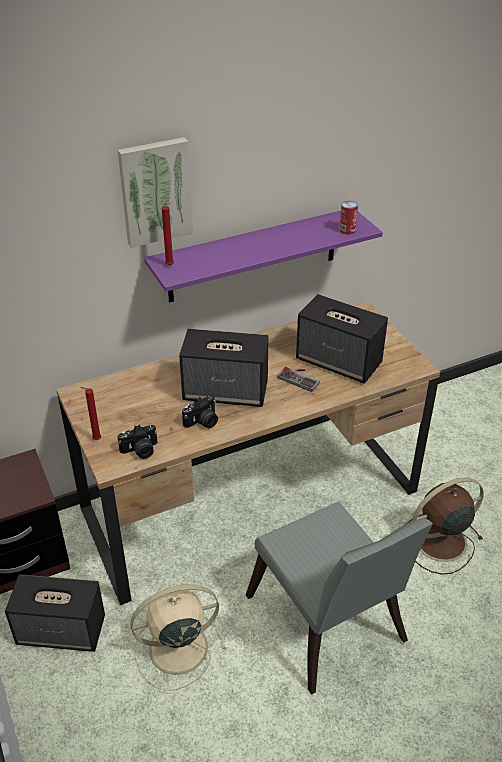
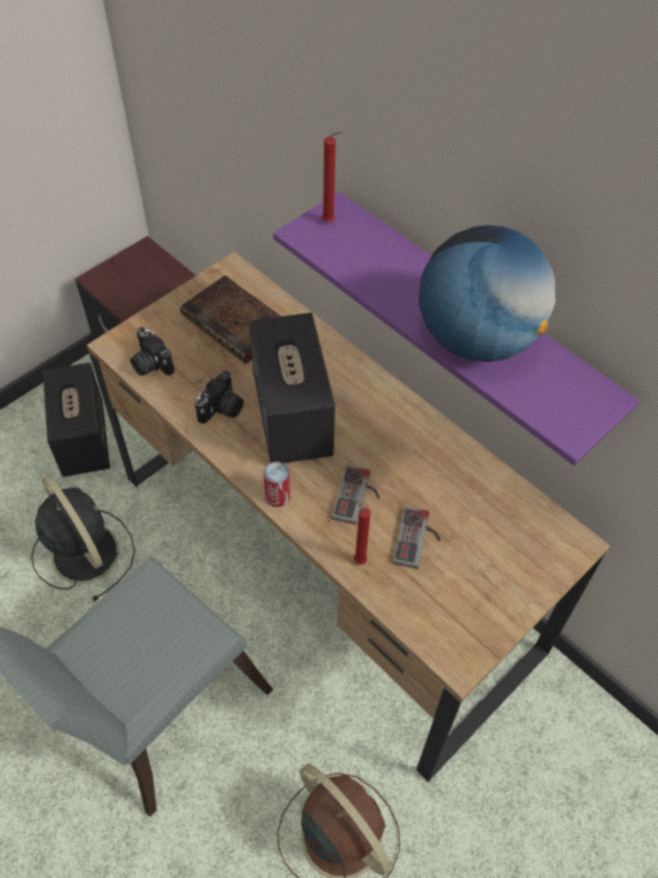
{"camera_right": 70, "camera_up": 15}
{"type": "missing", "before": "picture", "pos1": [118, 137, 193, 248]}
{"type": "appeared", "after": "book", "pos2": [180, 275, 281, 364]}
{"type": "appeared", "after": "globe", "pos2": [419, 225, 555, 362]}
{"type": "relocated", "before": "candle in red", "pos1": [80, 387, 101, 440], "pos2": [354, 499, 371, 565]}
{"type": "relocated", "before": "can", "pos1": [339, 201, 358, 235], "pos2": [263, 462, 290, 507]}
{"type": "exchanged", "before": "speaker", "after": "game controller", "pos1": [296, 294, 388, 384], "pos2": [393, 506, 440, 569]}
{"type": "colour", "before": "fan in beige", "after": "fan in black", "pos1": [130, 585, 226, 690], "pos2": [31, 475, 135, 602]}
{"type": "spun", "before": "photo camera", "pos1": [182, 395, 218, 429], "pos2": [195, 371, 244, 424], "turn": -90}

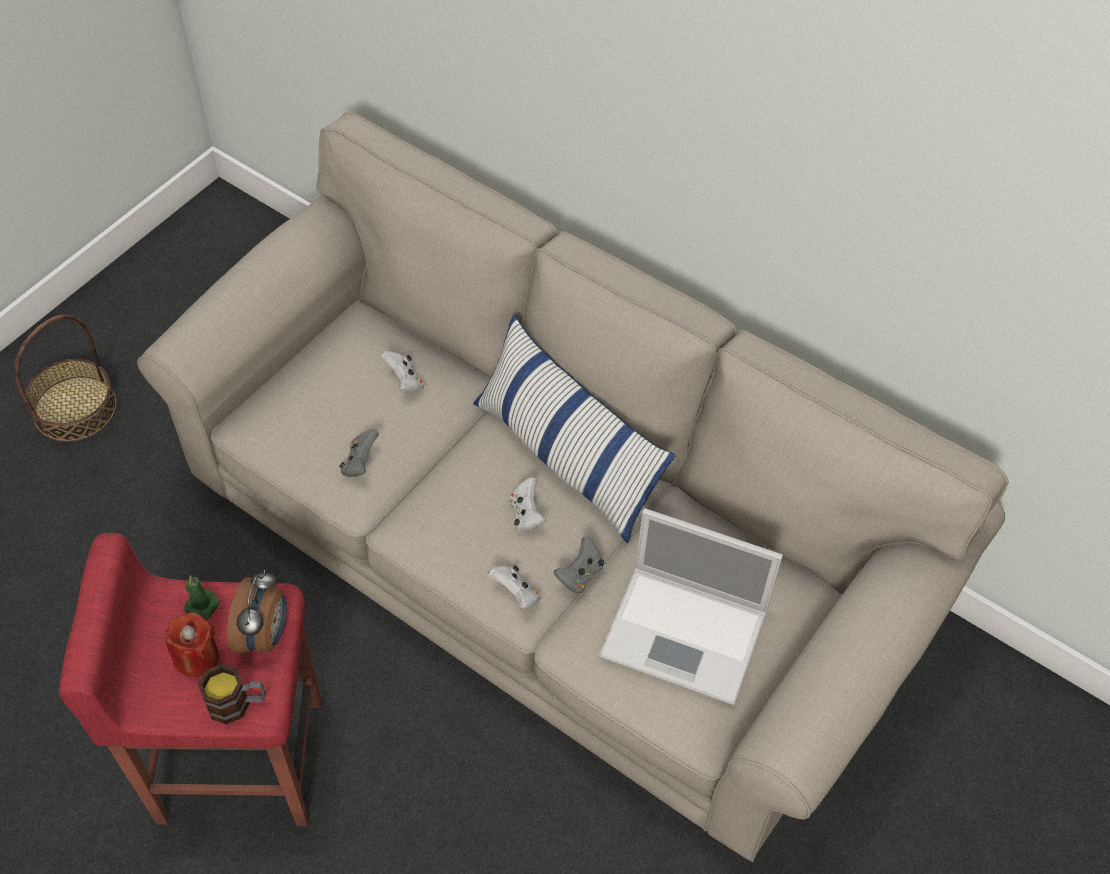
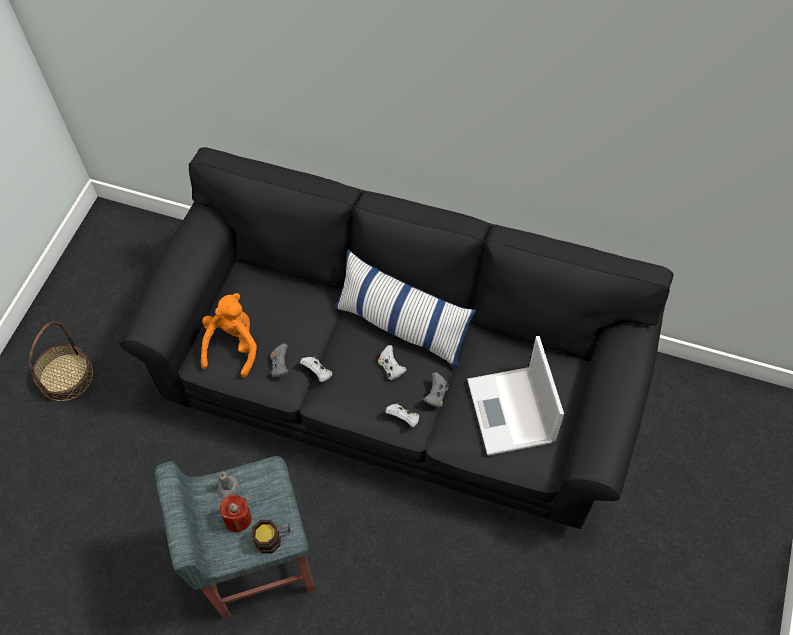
{"camera_right": -15, "camera_up": 5}
{"type": "missing", "before": "alarm clock", "pos1": [227, 570, 287, 654]}
{"type": "appeared", "after": "plush toy in orange", "pos2": [201, 293, 257, 378]}
{"type": "relocated", "before": "game controller in white", "pos1": [381, 351, 424, 392], "pos2": [300, 356, 332, 382]}
{"type": "colour", "before": "stool in red", "after": "stool in grey", "pos1": [59, 533, 322, 826], "pos2": [155, 456, 315, 619]}
{"type": "colour", "before": "sofa in beige", "after": "sofa in black", "pos1": [137, 112, 1009, 862], "pos2": [120, 147, 674, 529]}
{"type": "colour", "before": "candle in green", "after": "candle in grey", "pos1": [184, 575, 220, 620], "pos2": [218, 472, 238, 499]}
{"type": "spun", "before": "laptop", "pos1": [599, 508, 783, 705], "pos2": [467, 336, 564, 456], "turn": 75}

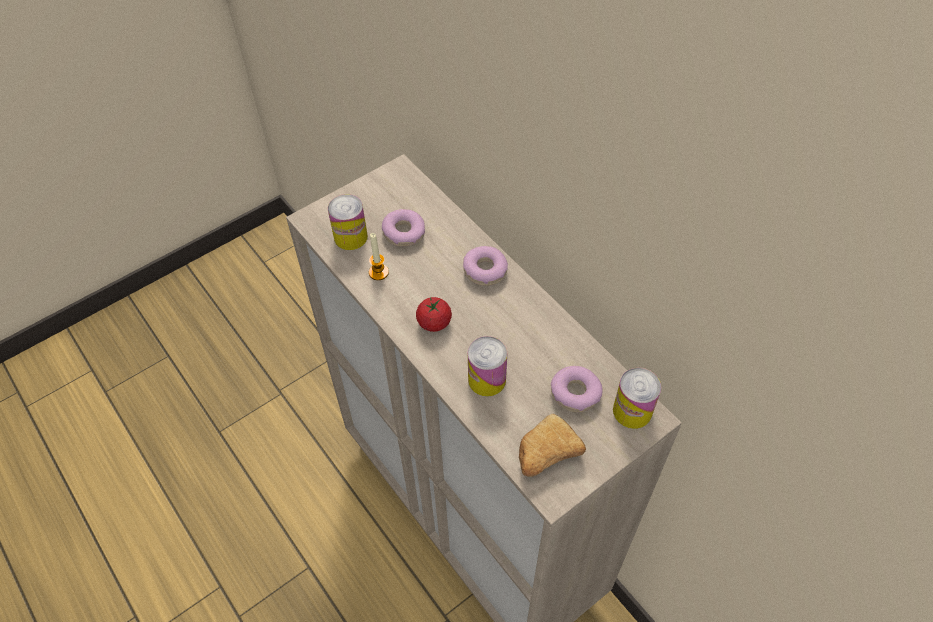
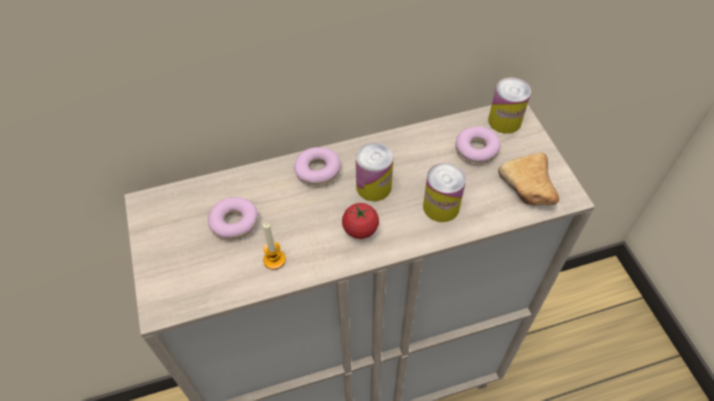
{"camera_right": -70, "camera_up": 0}
{"type": "relocated", "before": "can", "pos1": [328, 194, 368, 250], "pos2": [356, 142, 394, 201]}

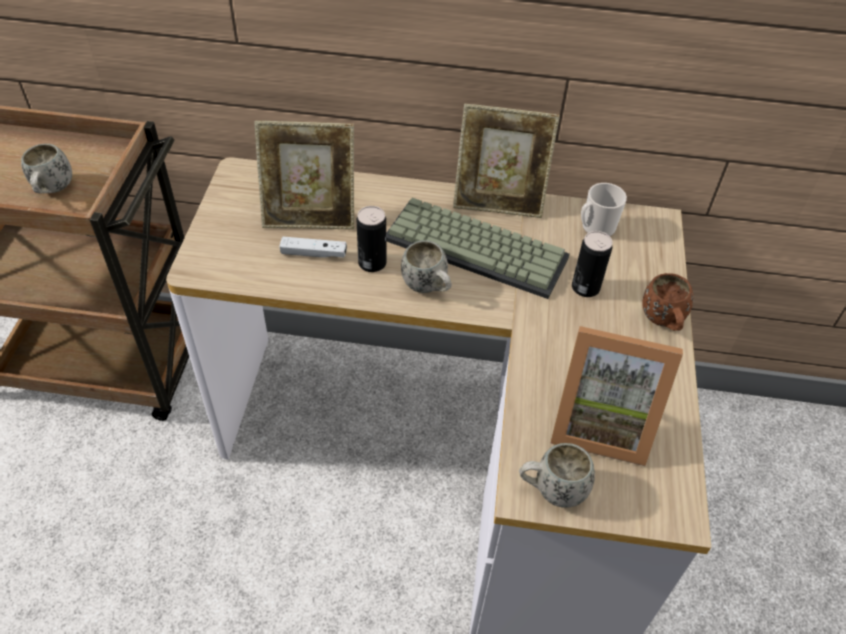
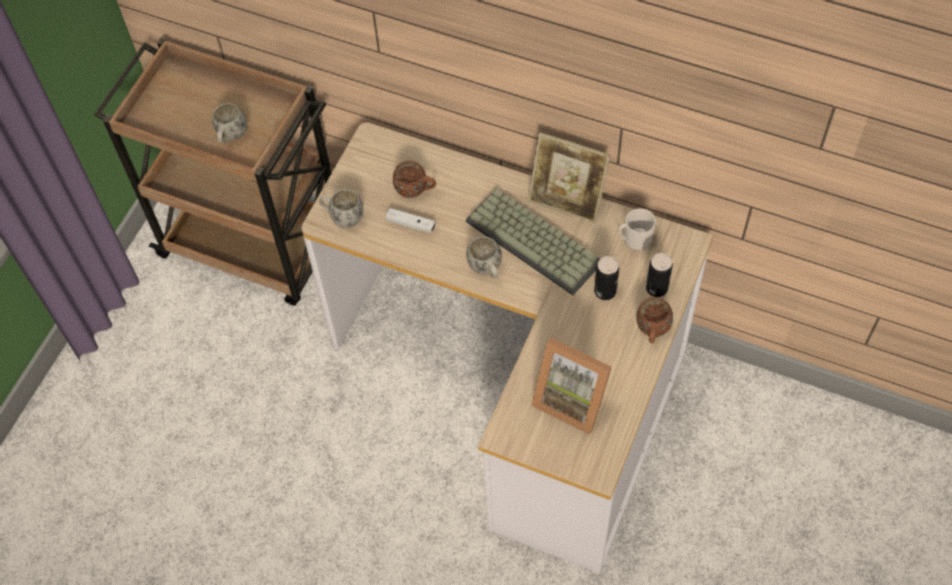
{"camera_right": 20, "camera_up": 10}
{"type": "relocated", "before": "can", "pos1": [357, 206, 386, 272], "pos2": [646, 253, 673, 297]}
{"type": "relocated", "before": "mug in white", "pos1": [519, 443, 595, 508], "pos2": [319, 189, 363, 228]}
{"type": "exchanged", "before": "picture frame", "after": "mug in brown", "pos1": [254, 121, 354, 230], "pos2": [393, 161, 436, 198]}

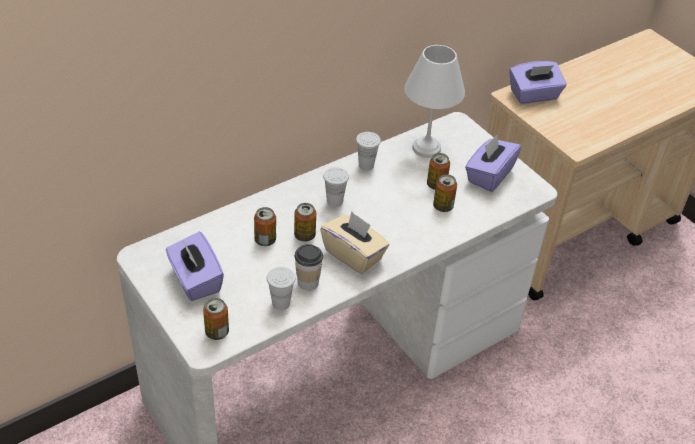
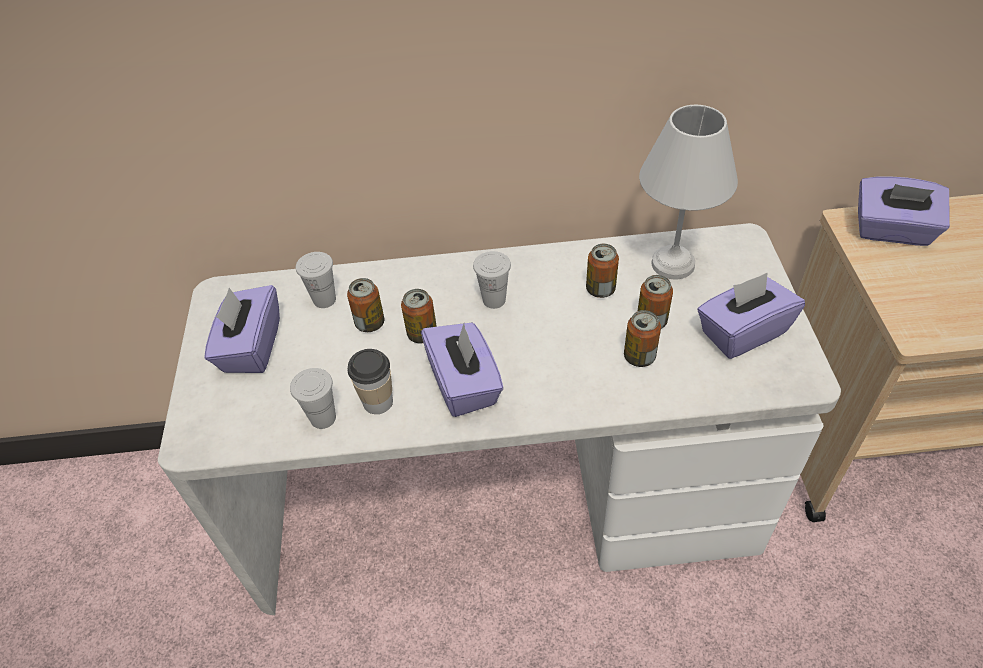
{"camera_right": 35, "camera_up": 5}
{"type": "relocated", "before": "can", "pos1": [203, 298, 229, 340], "pos2": [586, 244, 619, 298]}
{"type": "relocated", "before": "cup in white", "pos1": [356, 132, 381, 170], "pos2": [296, 252, 336, 308]}
{"type": "colour", "before": "tissue box in beige", "after": "tissue box in purple", "pos1": [320, 211, 390, 274], "pos2": [421, 323, 504, 417]}

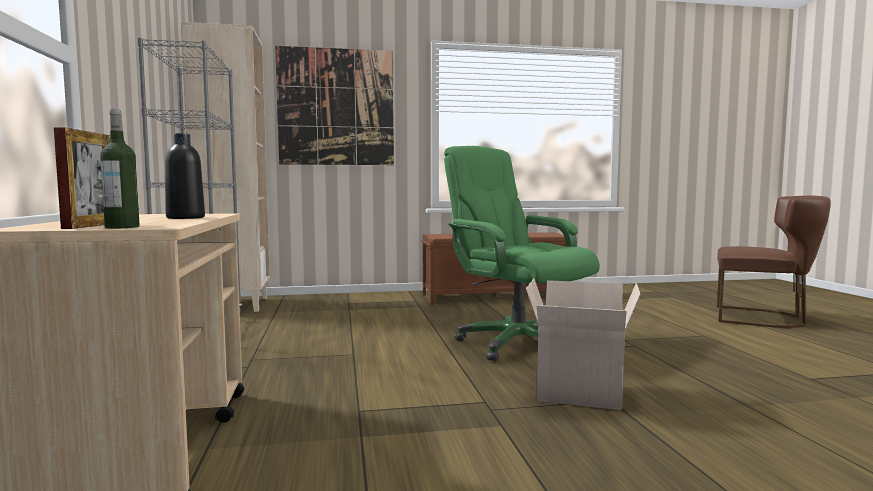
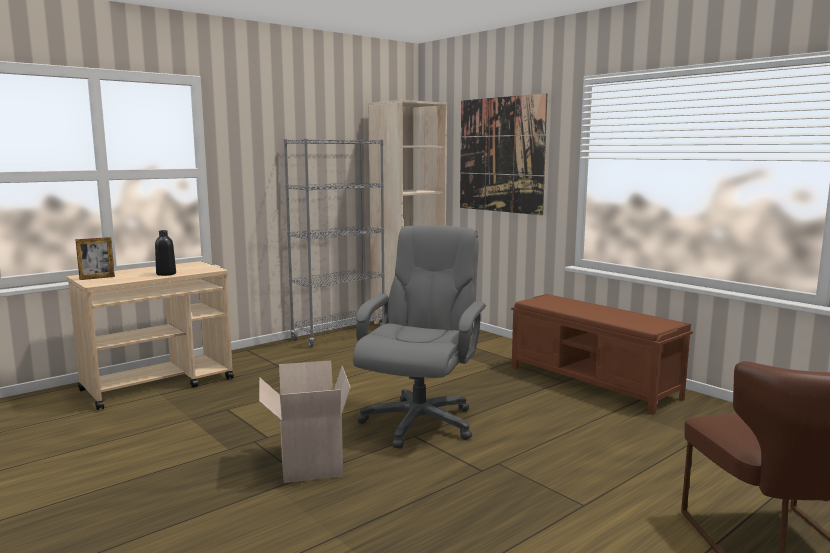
{"camera_right": 60, "camera_up": 5}
{"type": "missing", "before": "bottle", "pos1": [100, 109, 140, 228]}
{"type": "colour", "before": "office chair in green", "after": "office chair in grey", "pos1": [444, 146, 600, 361], "pos2": [353, 225, 486, 449]}

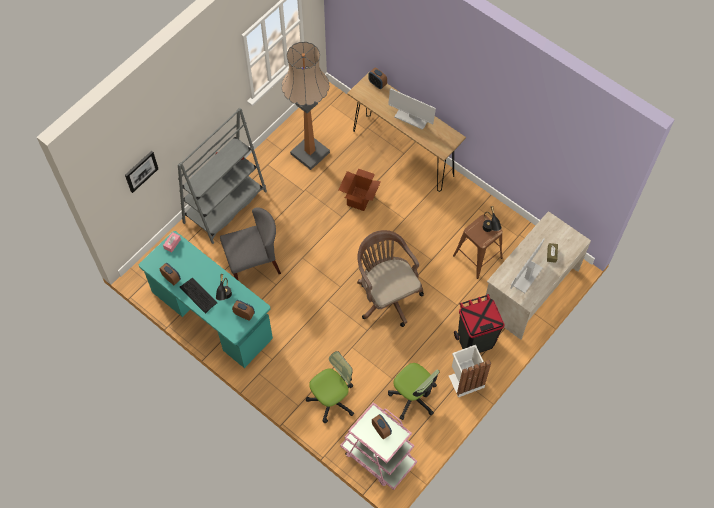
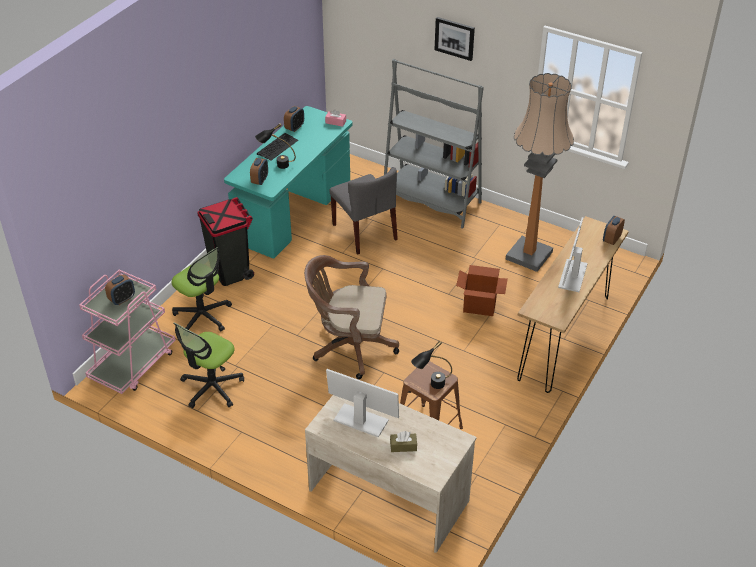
{"camera_right": 80, "camera_up": -20}
{"type": "missing", "before": "trash can in white", "pos1": [449, 345, 491, 397]}
{"type": "relocated", "before": "picture", "pos1": [125, 151, 158, 193], "pos2": [434, 17, 475, 61]}
{"type": "relocated", "before": "trash can in black", "pos1": [454, 294, 505, 353], "pos2": [198, 197, 254, 286]}
{"type": "spun", "before": "office chair in brown", "pos1": [357, 230, 424, 327], "pos2": [304, 255, 399, 379], "turn": -135}

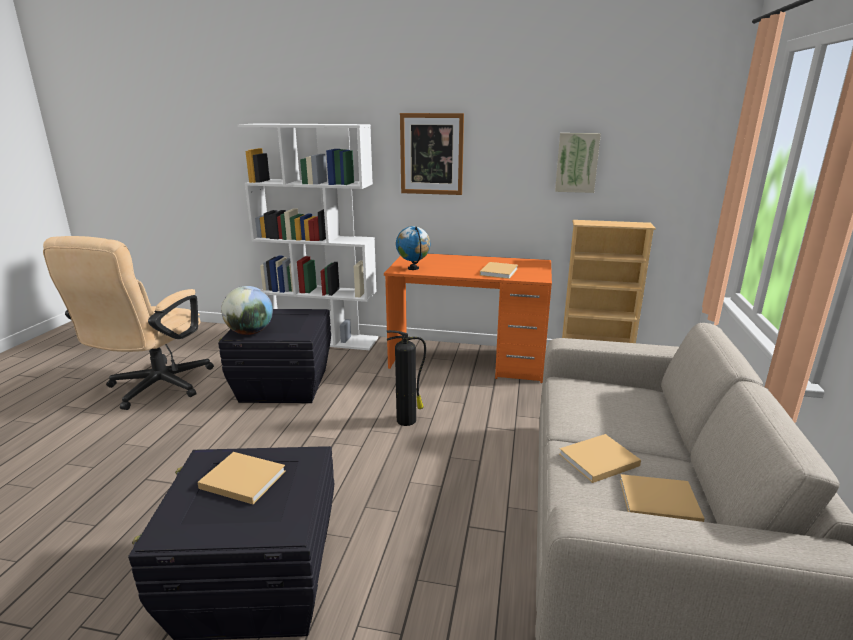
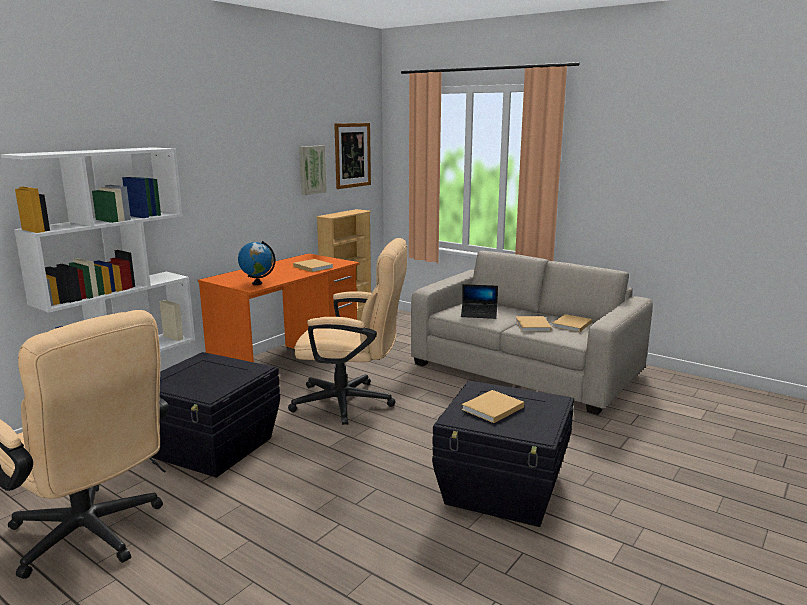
{"camera_right": -65, "camera_up": -5}
{"type": "missing", "before": "globe", "pos1": [221, 286, 273, 335]}
{"type": "appeared", "after": "laptop", "pos2": [461, 284, 498, 319]}
{"type": "relocated", "before": "picture", "pos1": [400, 113, 464, 195], "pos2": [334, 123, 371, 189]}
{"type": "exchanged", "before": "fire extinguisher", "after": "office chair in beige", "pos1": [387, 330, 426, 426], "pos2": [288, 238, 407, 425]}

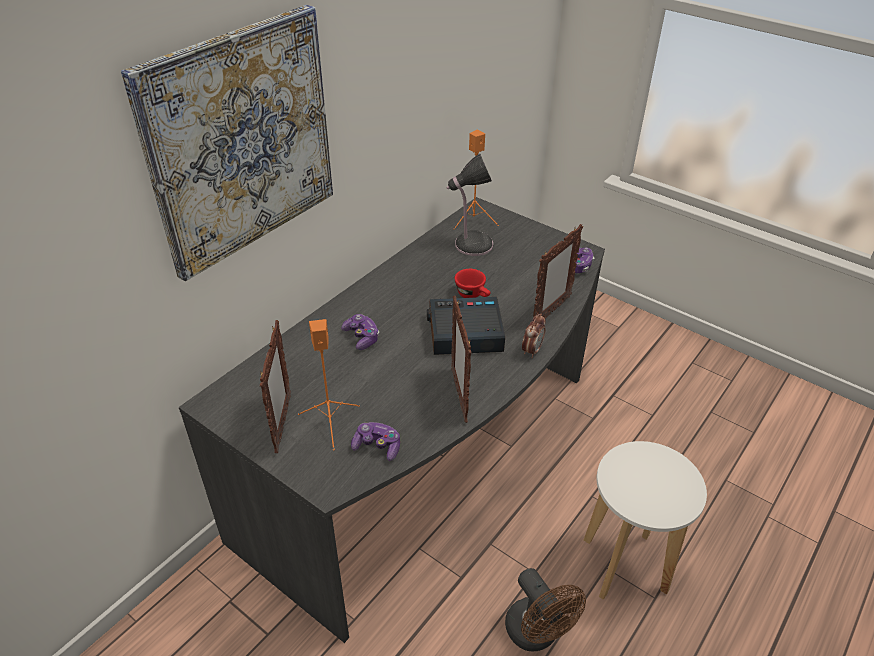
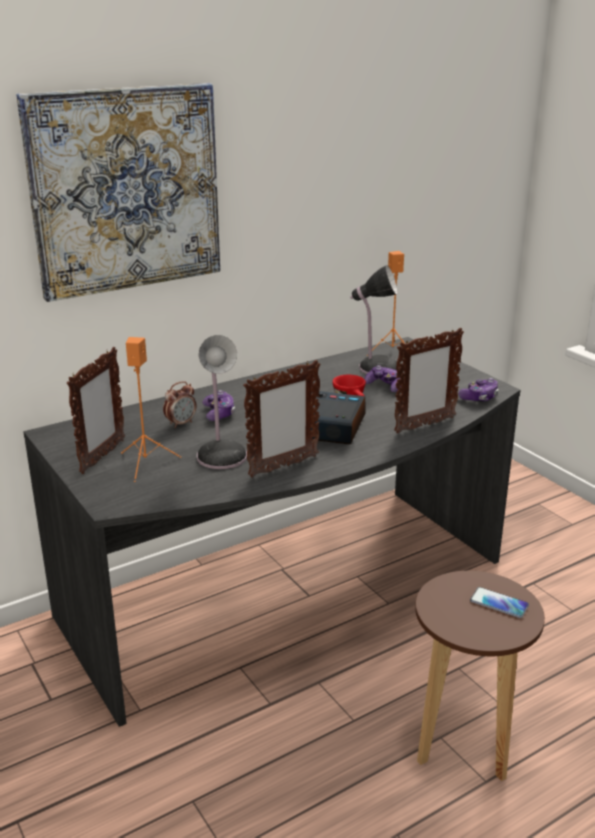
{"camera_right": 20, "camera_up": -15}
{"type": "missing", "before": "fan in brown", "pos1": [505, 568, 586, 651]}
{"type": "appeared", "after": "table lamp", "pos2": [197, 335, 247, 469]}
{"type": "appeared", "after": "phone", "pos2": [470, 587, 529, 618]}
{"type": "relocated", "before": "game controller", "pos1": [351, 422, 400, 461], "pos2": [364, 365, 401, 392]}
{"type": "relocated", "before": "alarm clock", "pos1": [522, 314, 546, 358], "pos2": [163, 381, 196, 428]}
{"type": "colour", "before": "stool in white", "after": "stool in brown", "pos1": [584, 441, 707, 600], "pos2": [415, 571, 545, 781]}
{"type": "spun", "before": "picture frame", "pos1": [451, 296, 471, 423], "pos2": [243, 360, 320, 478], "turn": -135}

